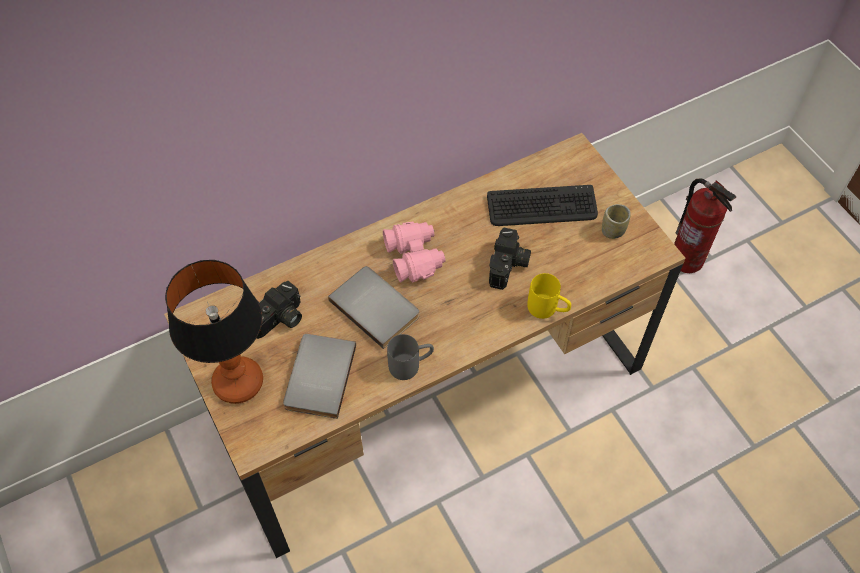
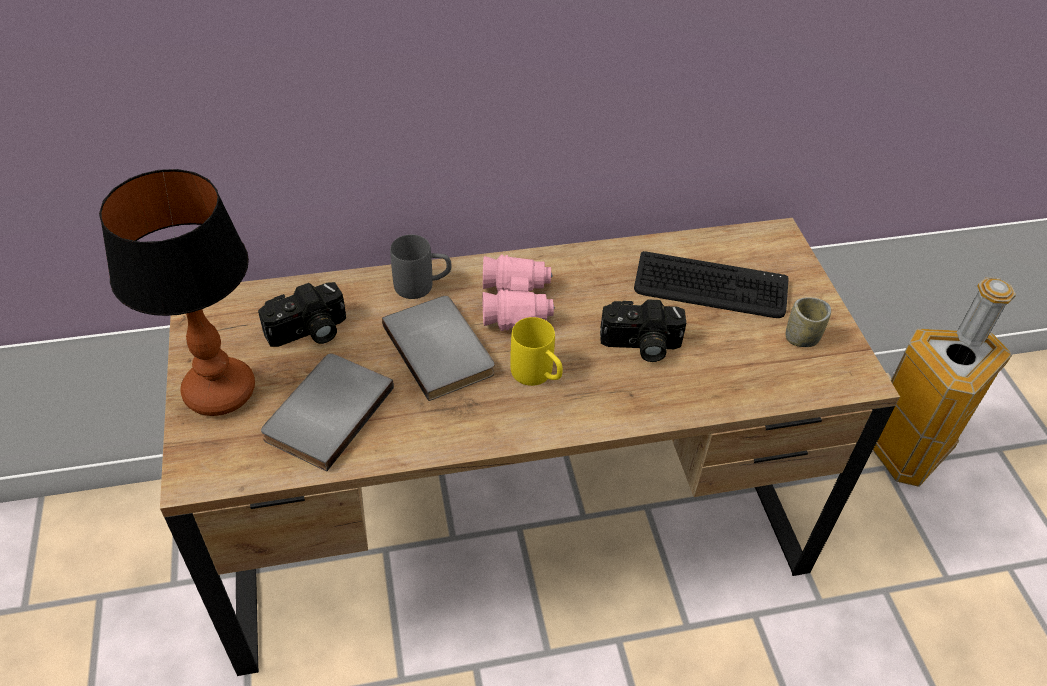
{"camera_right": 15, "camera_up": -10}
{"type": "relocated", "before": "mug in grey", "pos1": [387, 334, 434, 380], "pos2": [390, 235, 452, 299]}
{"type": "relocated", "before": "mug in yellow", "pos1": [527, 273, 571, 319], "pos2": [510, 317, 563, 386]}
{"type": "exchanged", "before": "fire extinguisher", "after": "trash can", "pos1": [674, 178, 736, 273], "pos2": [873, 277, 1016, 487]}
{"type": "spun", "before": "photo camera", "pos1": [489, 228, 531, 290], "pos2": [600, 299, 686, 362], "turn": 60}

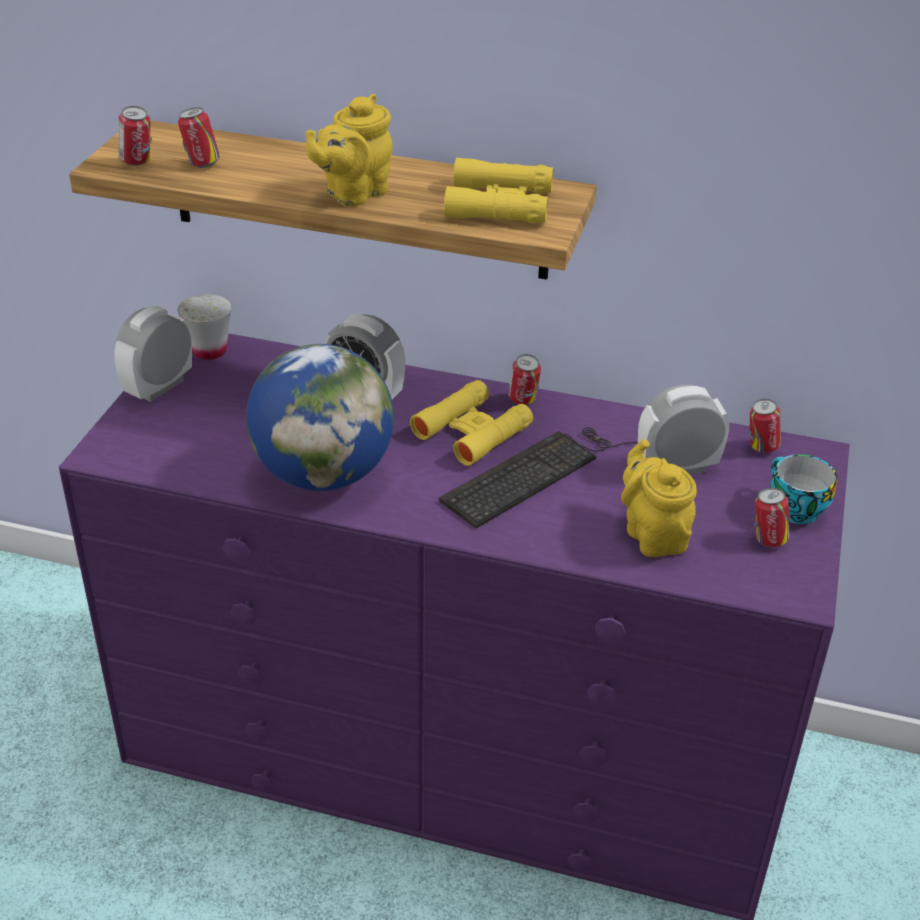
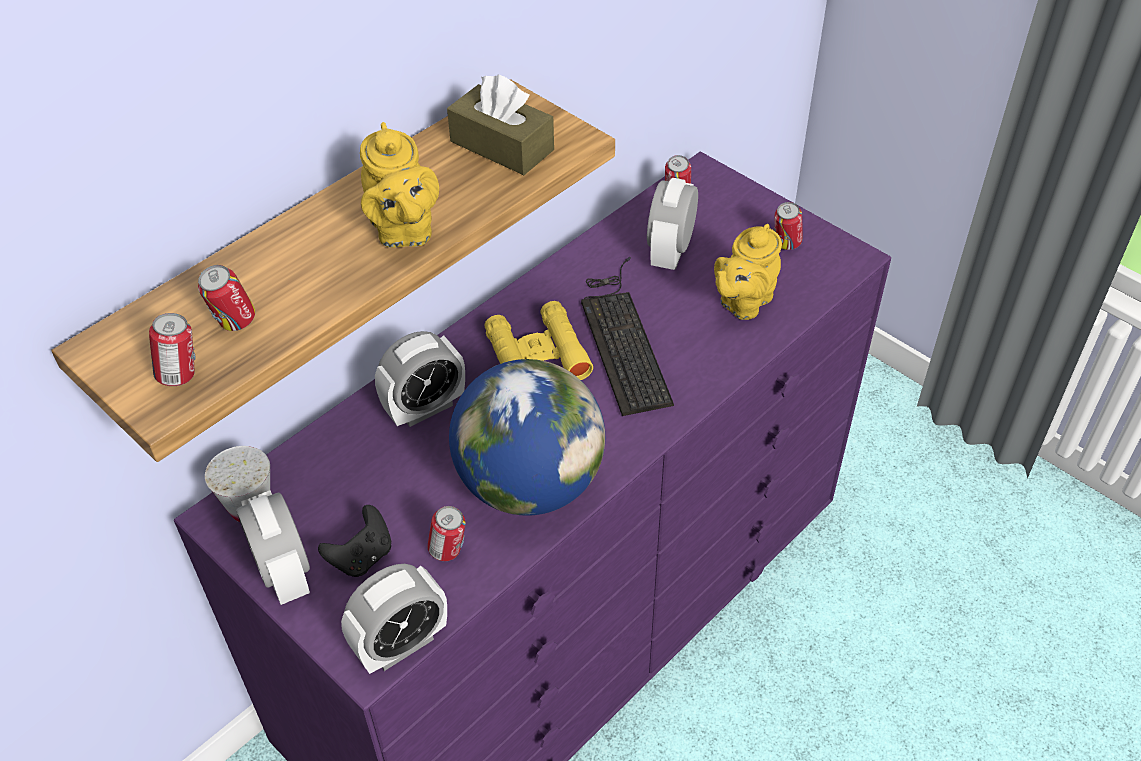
{"camera_right": -60, "camera_up": 10}
{"type": "missing", "before": "cup", "pos1": [771, 454, 837, 524]}
{"type": "appeared", "after": "game controller in black", "pos2": [318, 505, 391, 577]}
{"type": "appeared", "after": "alarm clock", "pos2": [341, 564, 447, 674]}
{"type": "relocated", "before": "can", "pos1": [509, 354, 541, 405], "pos2": [428, 506, 465, 561]}
{"type": "exchanged", "before": "binoculars in yellow", "after": "tissue box in brown", "pos1": [444, 158, 554, 224], "pos2": [447, 75, 554, 175]}
{"type": "spun", "before": "teapot in yellow", "pos1": [621, 439, 697, 557], "pos2": [714, 224, 782, 320], "turn": -60}

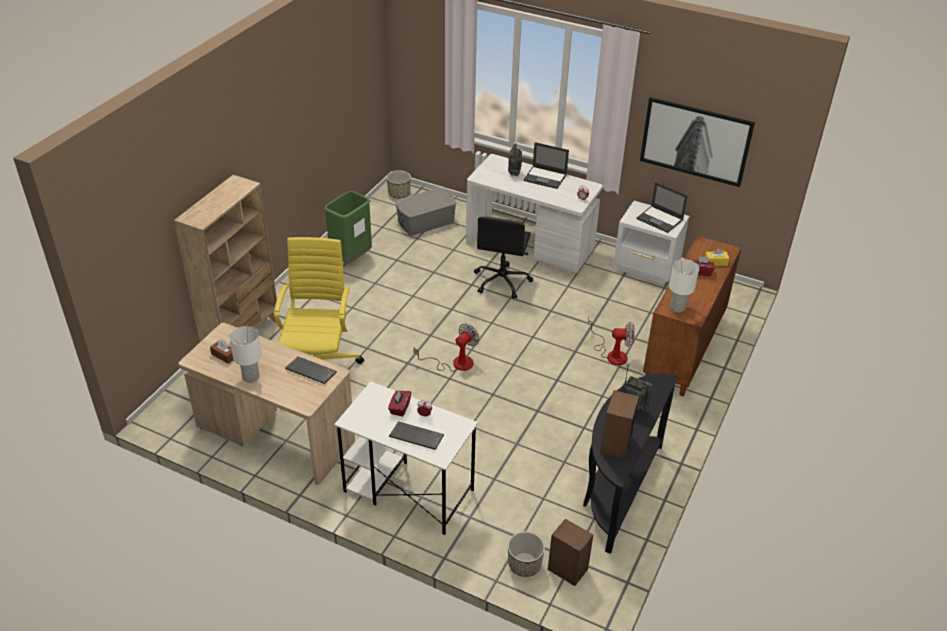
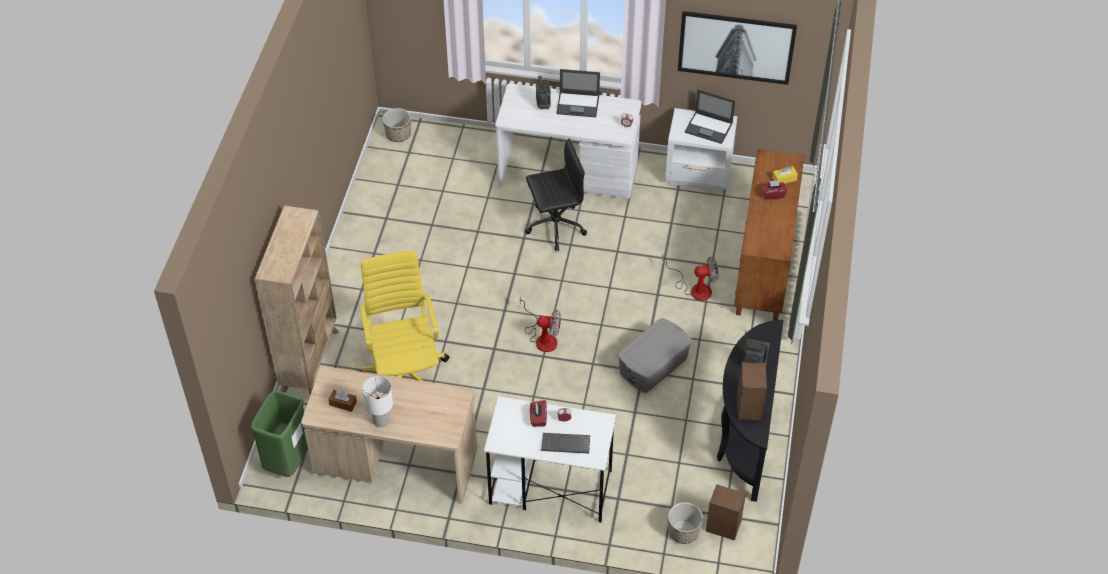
{"camera_right": -15, "camera_up": 10}
{"type": "missing", "before": "keyboard", "pos1": [285, 356, 337, 384]}
{"type": "missing", "before": "table lamp in white", "pos1": [669, 259, 699, 312]}
{"type": "relocated", "before": "trash can in green", "pos1": [324, 191, 372, 264], "pos2": [251, 391, 308, 477]}
{"type": "relocated", "before": "storage box in grey", "pos1": [395, 188, 456, 236], "pos2": [618, 318, 692, 393]}
{"type": "spun", "before": "fan", "pos1": [413, 324, 480, 372], "pos2": [520, 296, 561, 352], "turn": 75}
{"type": "spun", "before": "office chair in black", "pos1": [474, 216, 533, 299], "pos2": [525, 138, 587, 251], "turn": -105}

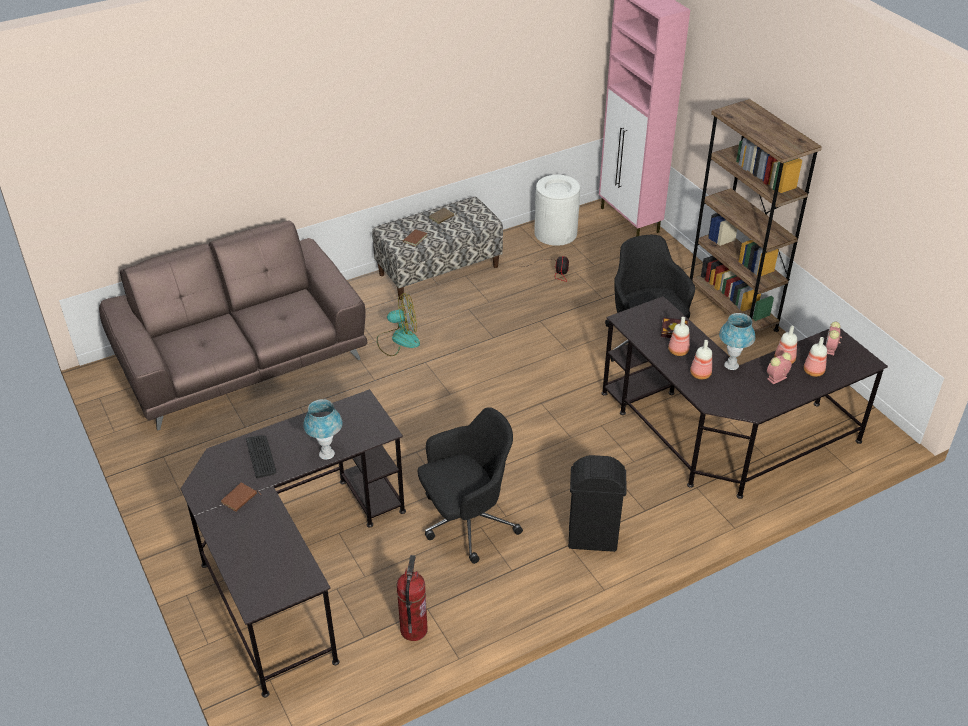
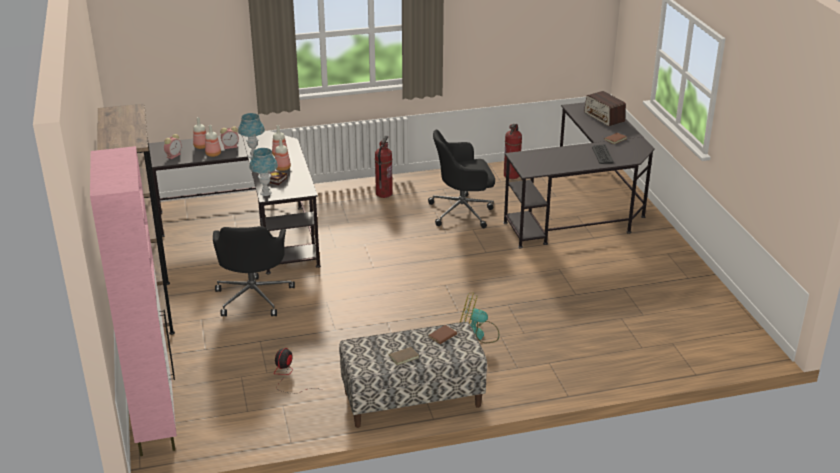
{"camera_right": -165, "camera_up": -10}
{"type": "missing", "before": "sofa in brown", "pos1": [99, 221, 367, 431]}
{"type": "missing", "before": "trash can in white", "pos1": [534, 175, 580, 246]}
{"type": "appeared", "after": "radio", "pos2": [584, 91, 626, 126]}
{"type": "relocated", "before": "table lamp in blue", "pos1": [303, 399, 343, 460], "pos2": [250, 148, 278, 196]}
{"type": "exchanged", "before": "trash can in black", "after": "fire extinguisher", "pos1": [568, 455, 627, 552], "pos2": [375, 136, 393, 198]}

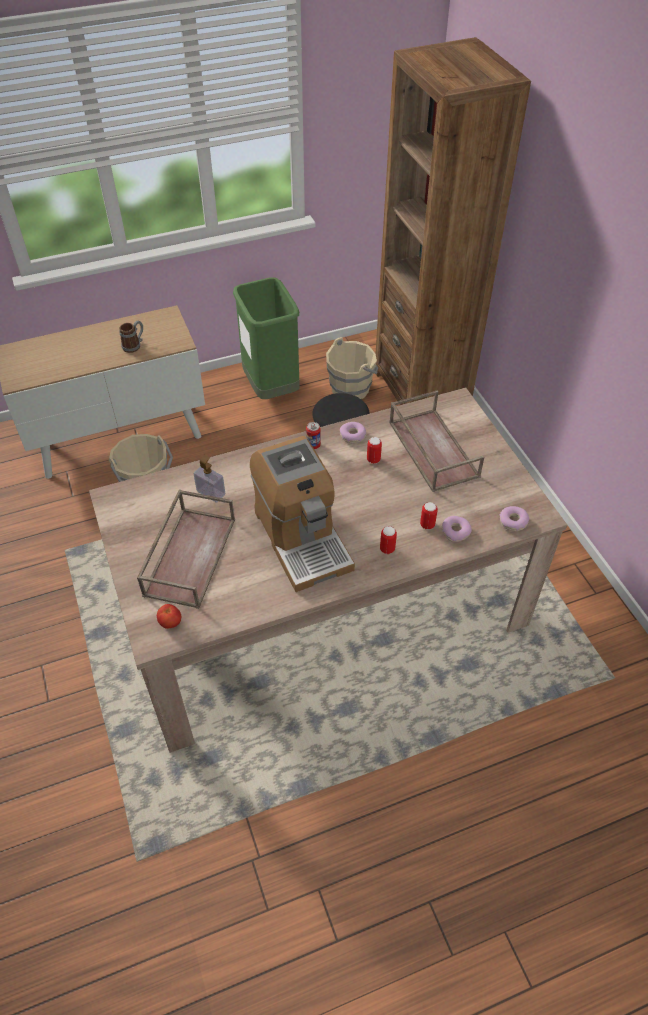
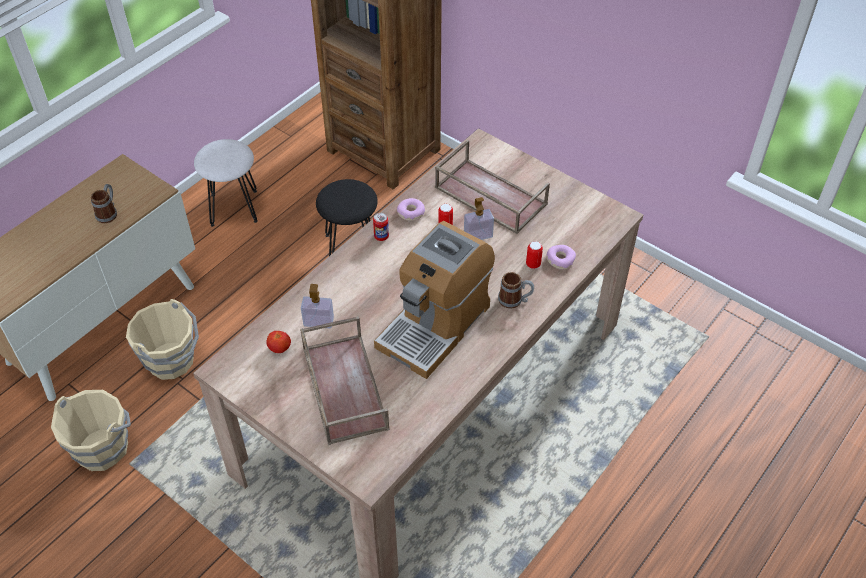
{"camera_right": -30, "camera_up": 0}
{"type": "missing", "before": "donut", "pos1": [500, 506, 529, 531]}
{"type": "appeared", "after": "soap dispenser", "pos2": [464, 197, 494, 240]}
{"type": "relocated", "before": "tomato", "pos1": [157, 604, 181, 629], "pos2": [266, 331, 291, 353]}
{"type": "relocated", "before": "bucket in beige", "pos1": [326, 337, 378, 399], "pos2": [51, 390, 131, 471]}
{"type": "exchanged", "before": "trash can in green", "after": "stool in white", "pos1": [233, 277, 300, 399], "pos2": [194, 139, 258, 227]}
{"type": "exchanged", "before": "can", "after": "mug", "pos1": [380, 526, 397, 554], "pos2": [498, 272, 534, 309]}
{"type": "spun", "before": "coffee machine", "pos1": [250, 436, 355, 592], "pos2": [374, 221, 495, 379], "turn": 90}

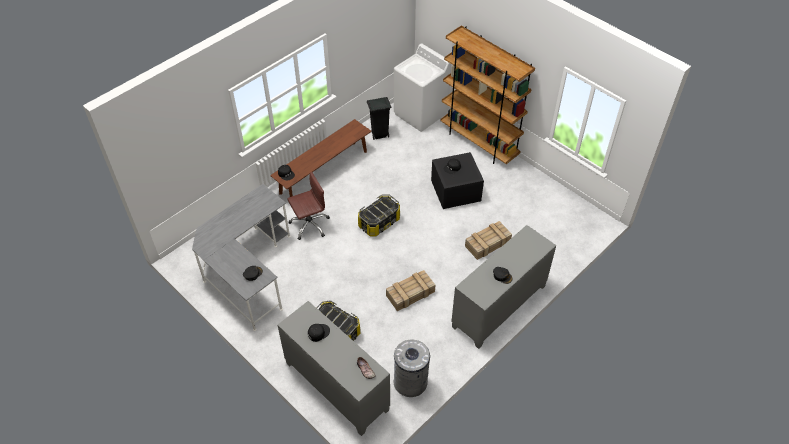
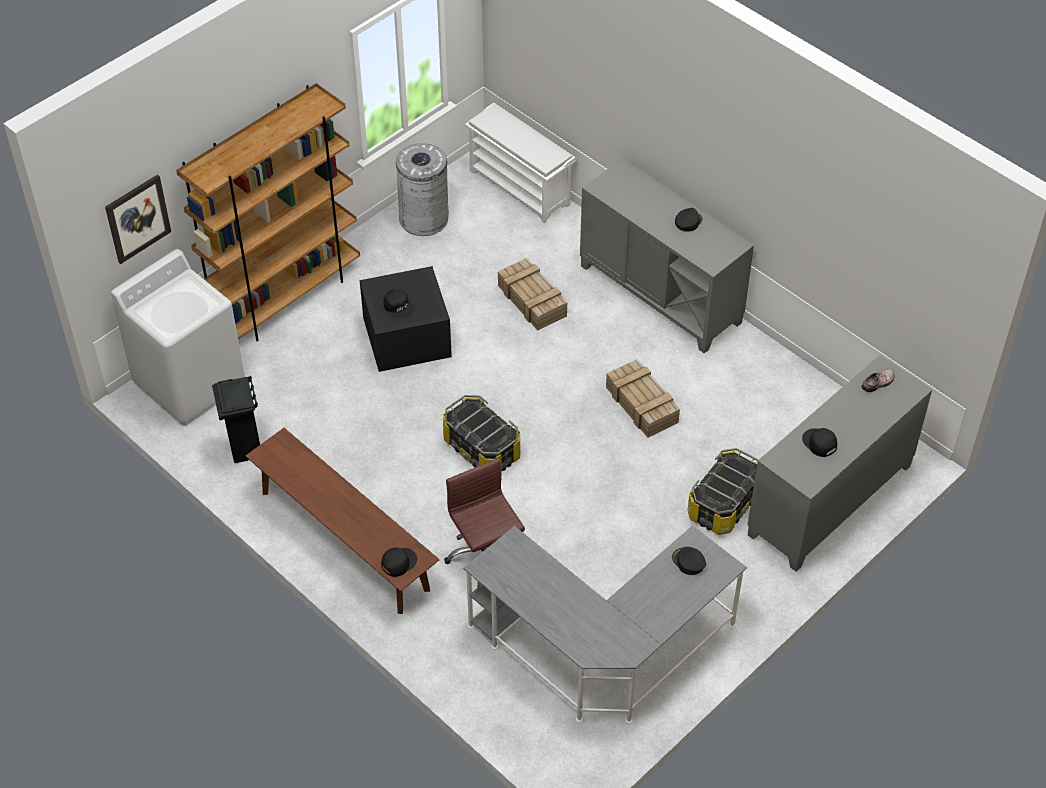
{"camera_right": -90, "camera_up": 0}
{"type": "appeared", "after": "picture", "pos2": [105, 174, 171, 264]}
{"type": "appeared", "after": "shoe rack in white", "pos2": [465, 103, 576, 223]}
{"type": "relocated", "before": "trash can in grey", "pos1": [394, 340, 430, 397], "pos2": [396, 144, 449, 236]}

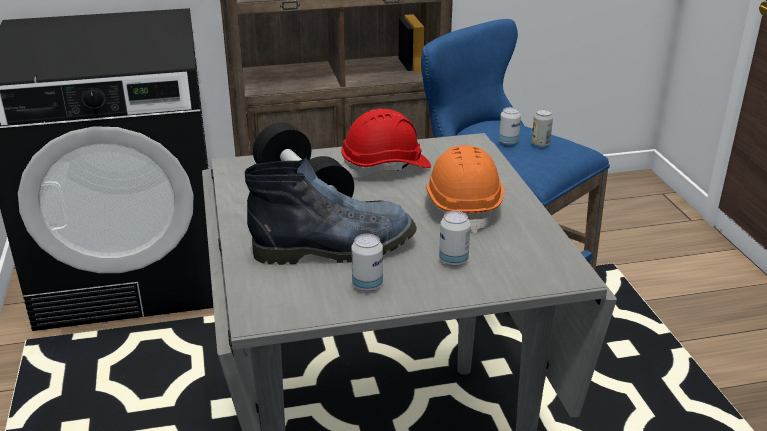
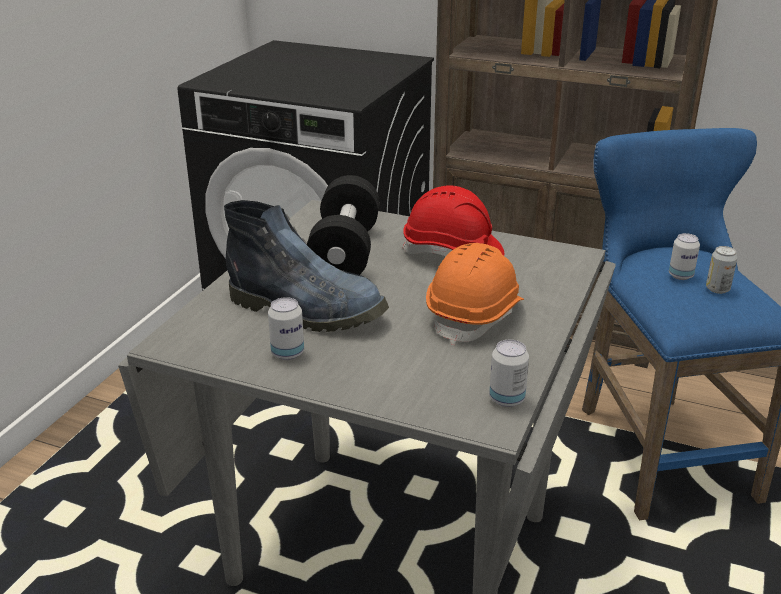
{"camera_right": 35, "camera_up": 0}
{"type": "relocated", "before": "can", "pos1": [439, 211, 471, 266], "pos2": [489, 340, 529, 407]}

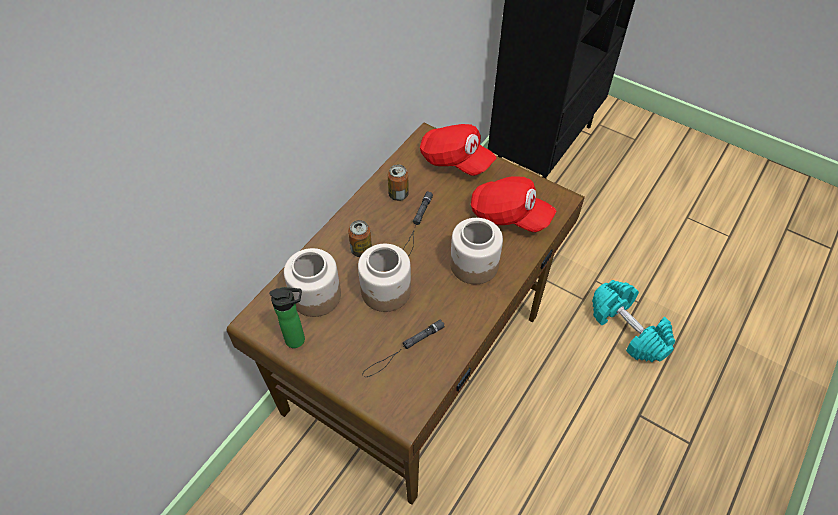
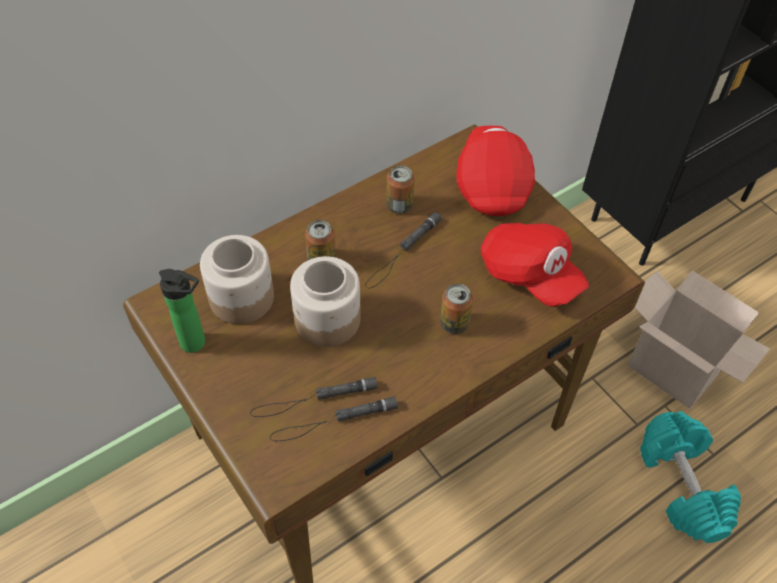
{"camera_right": 20, "camera_up": 0}
{"type": "appeared", "after": "flashlight in black", "pos2": [270, 396, 398, 441]}
{"type": "appeared", "after": "cardboard box", "pos2": [628, 270, 770, 409]}
{"type": "exchanged", "before": "jar", "after": "can", "pos1": [450, 218, 503, 284], "pos2": [440, 284, 473, 334]}
{"type": "spun", "before": "cap in red", "pos1": [420, 124, 497, 176], "pos2": [456, 126, 535, 216], "turn": -150}

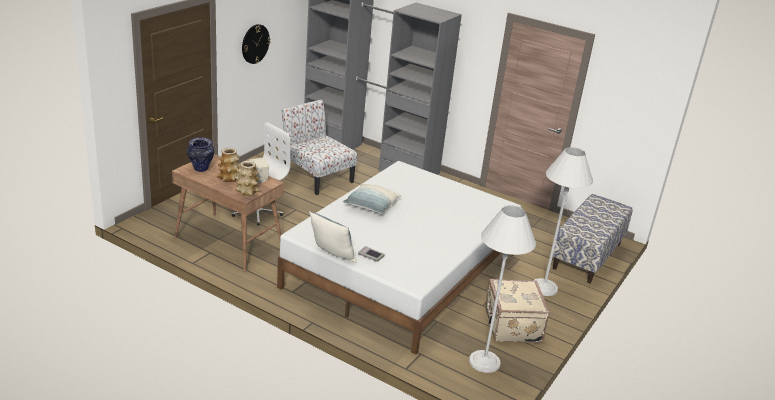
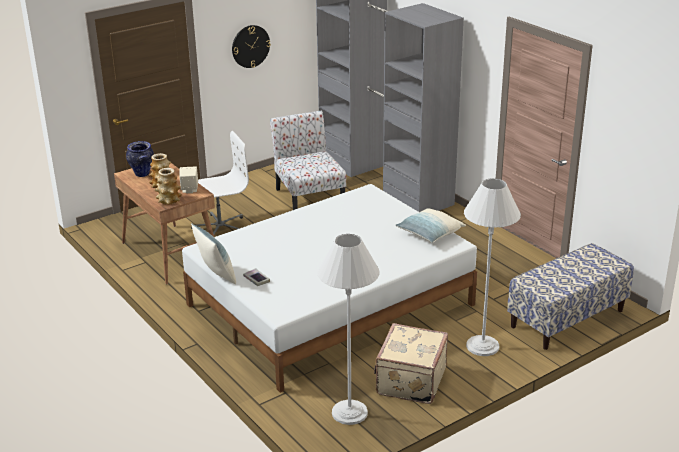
{"camera_right": 25, "camera_up": 0}
{"type": "relocated", "before": "pillow", "pos1": [343, 184, 401, 214], "pos2": [395, 208, 466, 243]}

